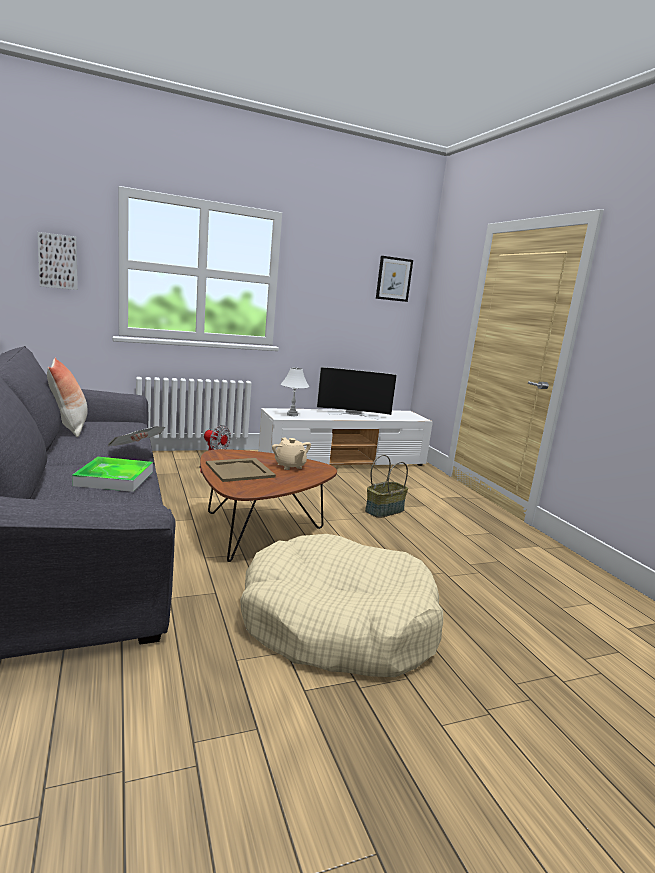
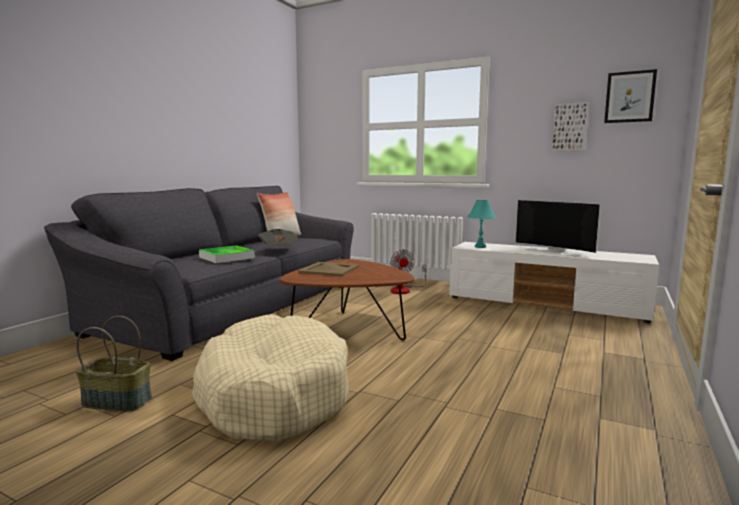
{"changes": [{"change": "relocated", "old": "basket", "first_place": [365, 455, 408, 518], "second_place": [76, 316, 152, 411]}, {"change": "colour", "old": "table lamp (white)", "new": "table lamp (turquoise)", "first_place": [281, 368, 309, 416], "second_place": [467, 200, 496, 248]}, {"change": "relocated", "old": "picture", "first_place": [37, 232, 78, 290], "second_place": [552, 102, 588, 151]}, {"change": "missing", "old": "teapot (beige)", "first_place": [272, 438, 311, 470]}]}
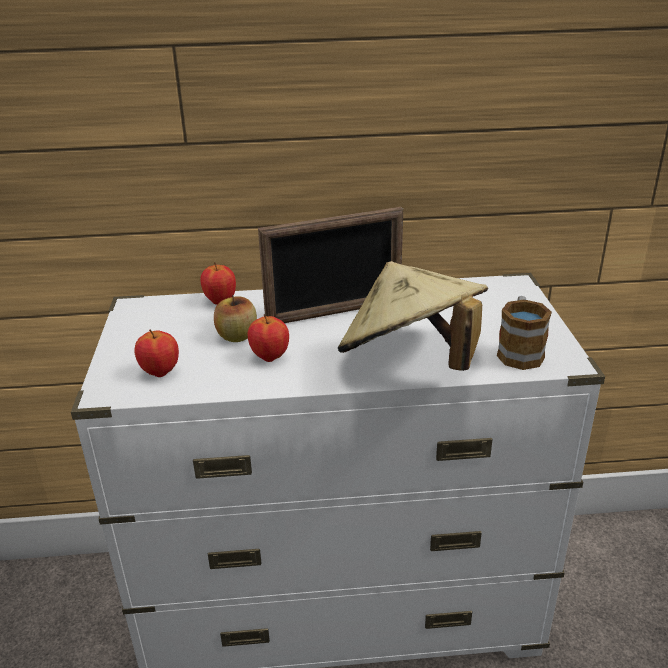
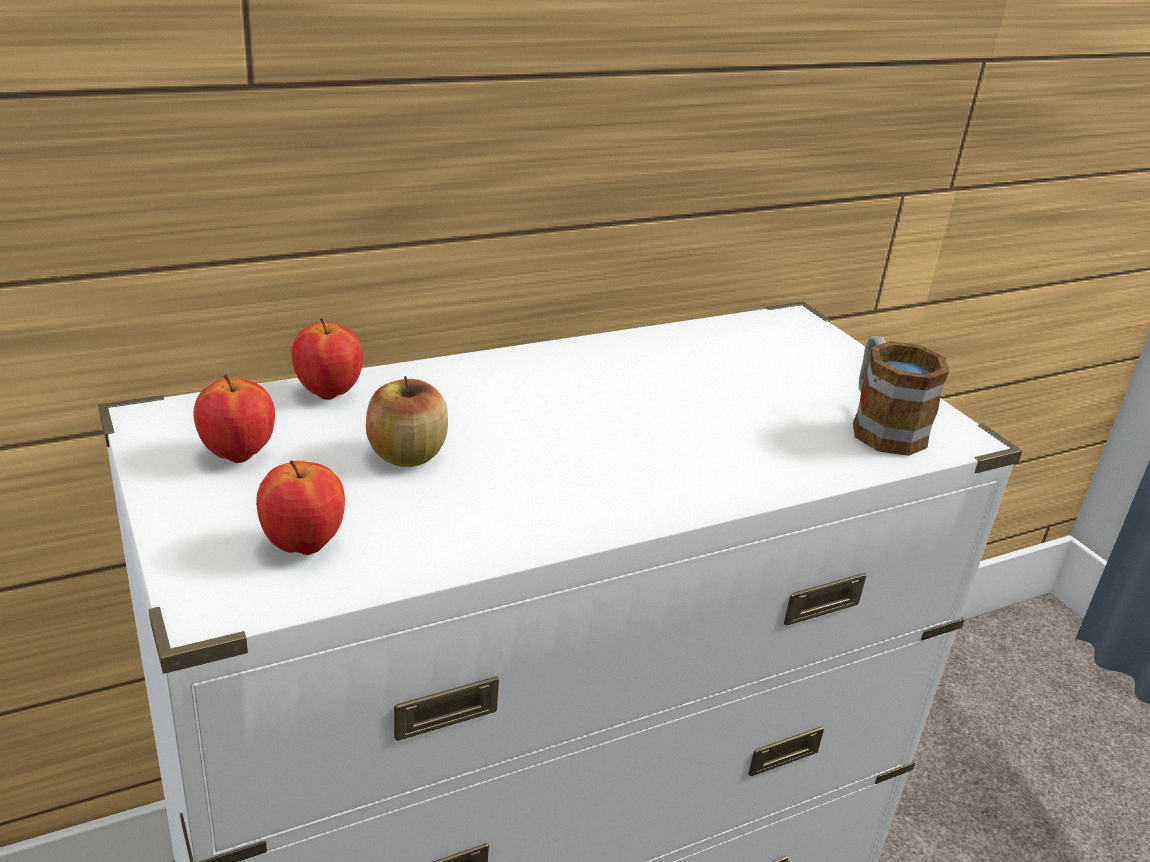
{"changes": [{"change": "relocated", "old": "apple", "first_place": [247, 314, 289, 362], "second_place": [194, 374, 275, 463]}, {"change": "missing", "old": "picture frame", "first_place": [258, 207, 403, 323]}, {"change": "missing", "old": "hat (beige)", "first_place": [338, 261, 488, 371]}]}
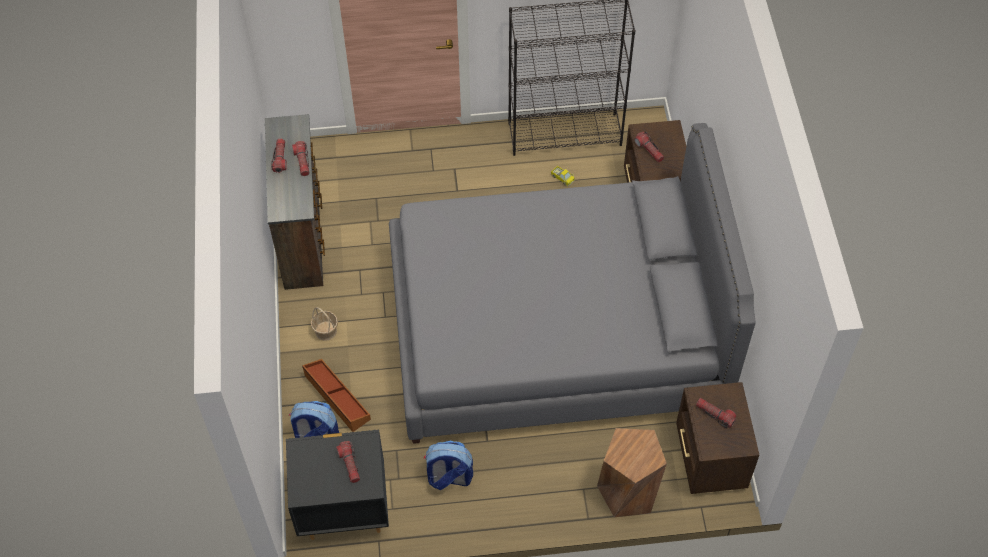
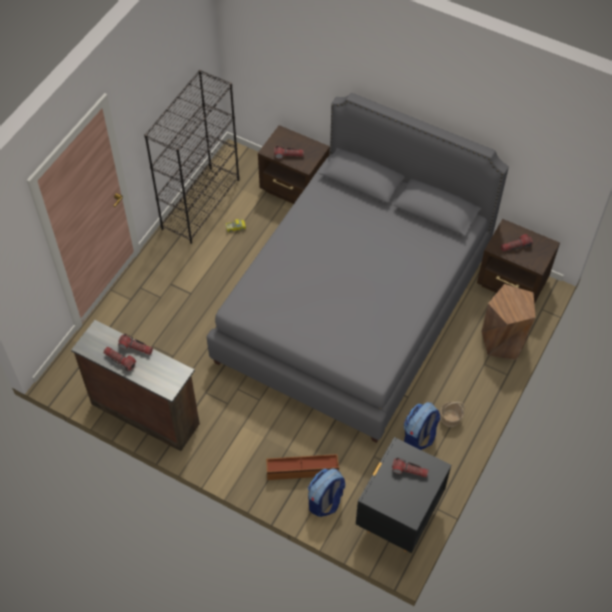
{"changes": [{"change": "relocated", "old": "basket", "first_place": [311, 307, 338, 341], "second_place": [440, 402, 464, 427]}]}
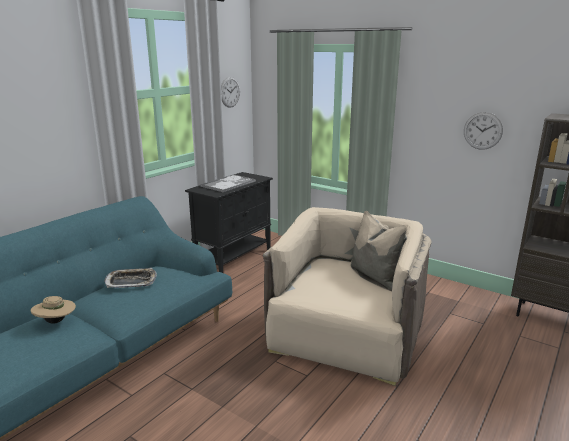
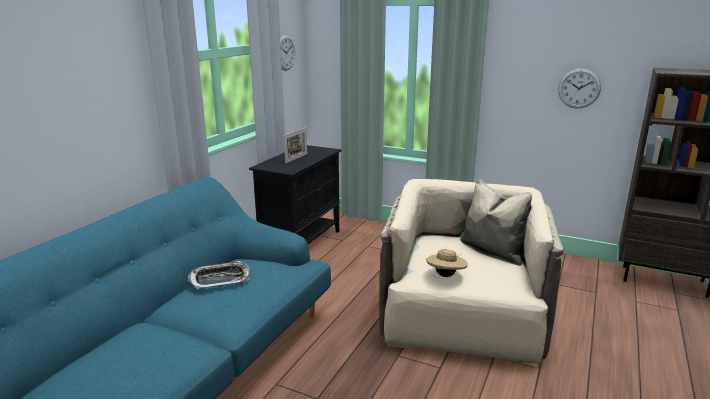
{"changes": [{"change": "exchanged", "old": "tray", "new": "picture frame", "first_place": [200, 174, 256, 192], "second_place": [284, 127, 307, 164]}, {"change": "relocated", "old": "hat (beige)", "first_place": [31, 296, 76, 324], "second_place": [426, 249, 468, 277]}]}
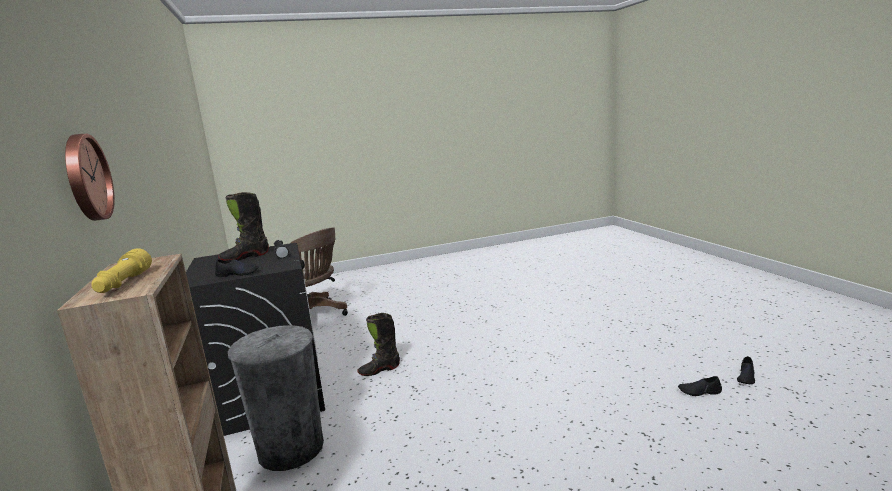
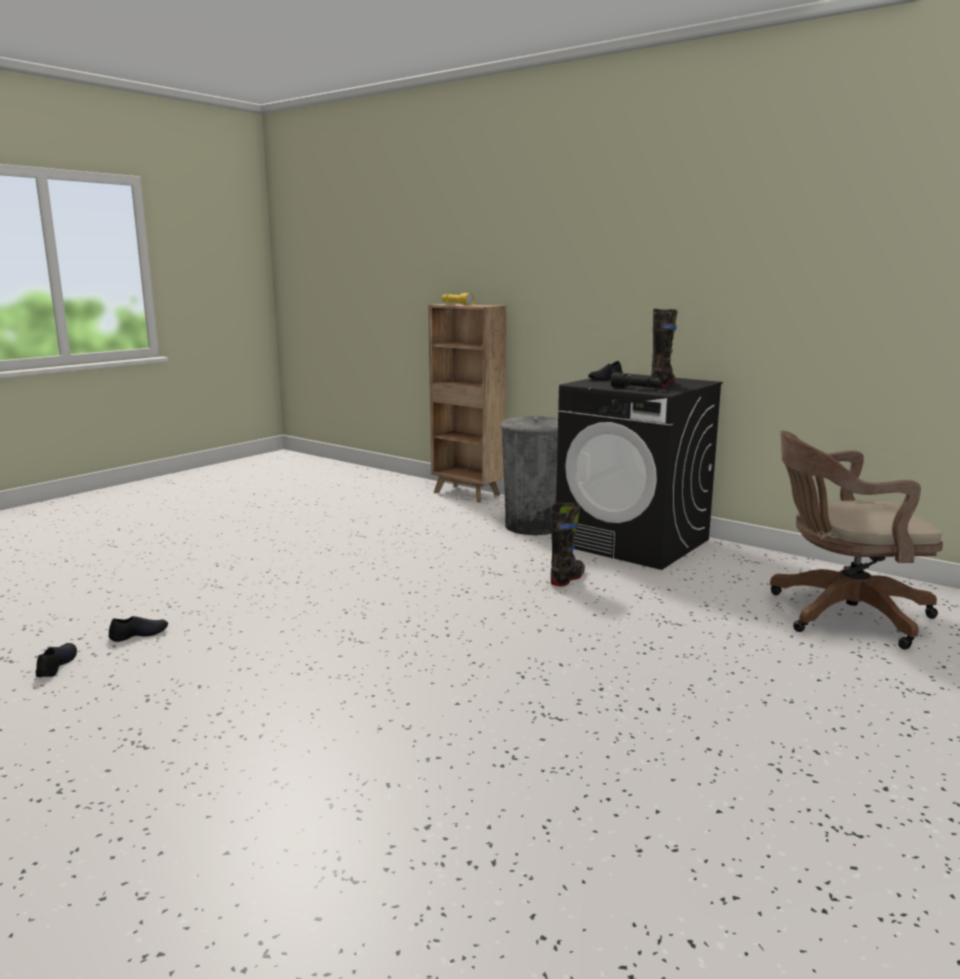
{"changes": [{"change": "missing", "old": "wall clock", "first_place": [65, 134, 115, 221]}]}
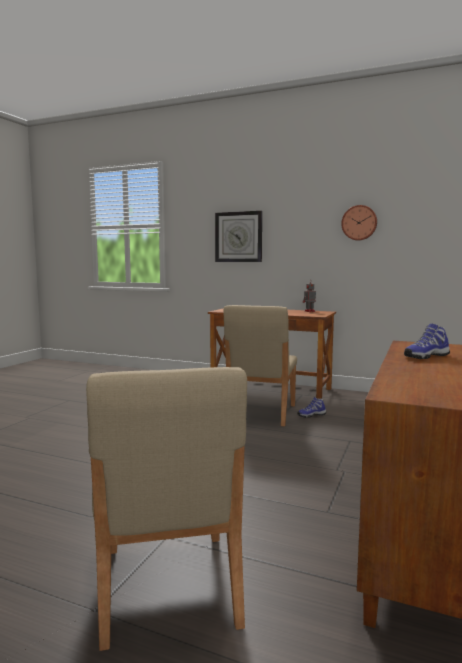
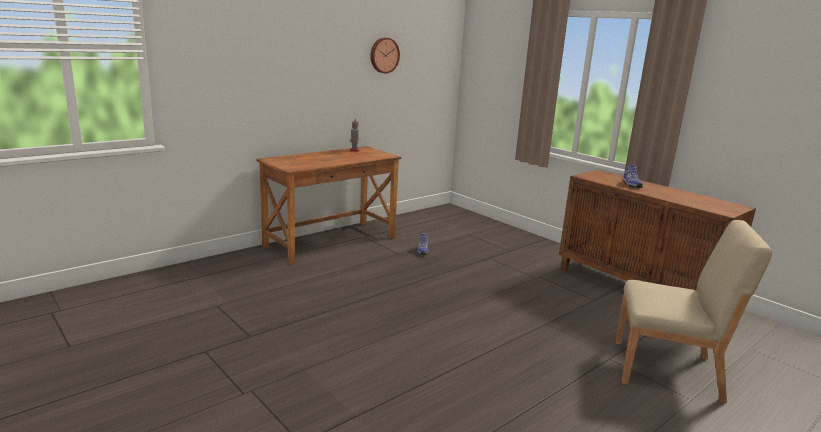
{"changes": [{"change": "missing", "old": "wall clock", "first_place": [215, 211, 262, 262]}, {"change": "missing", "old": "chair (beige)", "first_place": [223, 305, 297, 426]}]}
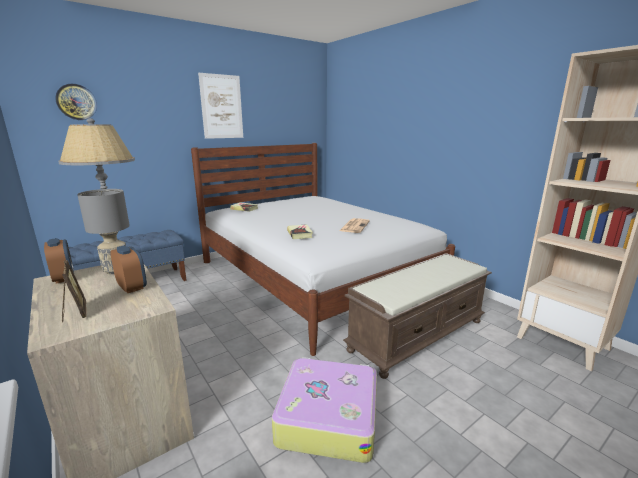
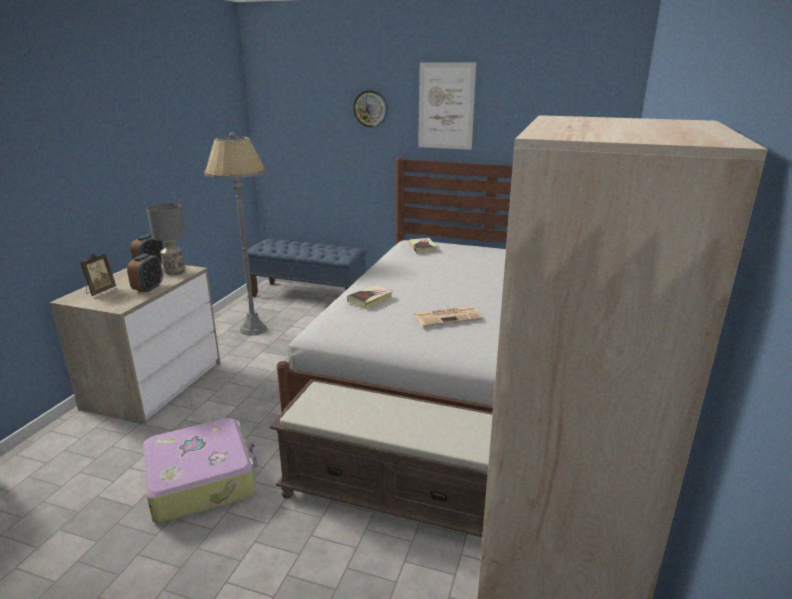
{"changes": [{"change": "relocated", "old": "wall clock", "first_place": [55, 84, 97, 120], "second_place": [353, 90, 388, 128]}]}
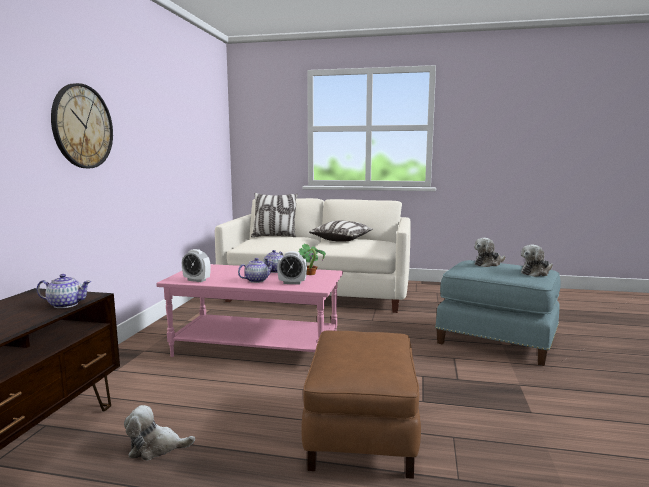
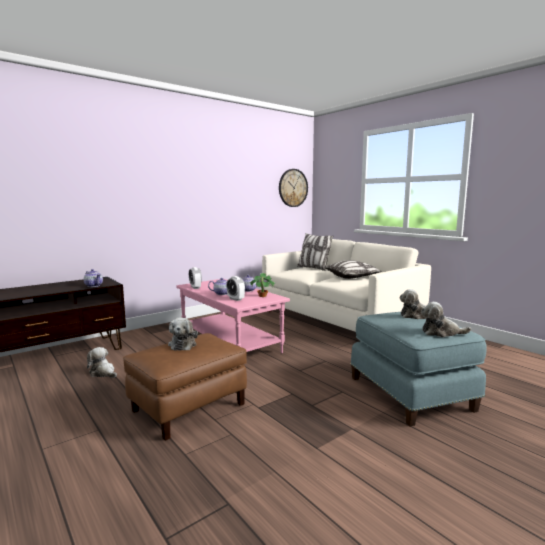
{"changes": [{"change": "appeared", "new": "plush toy", "second_place": [168, 317, 198, 351]}, {"change": "relocated", "old": "wall clock", "first_place": [51, 83, 113, 168], "second_place": [279, 169, 308, 207]}]}
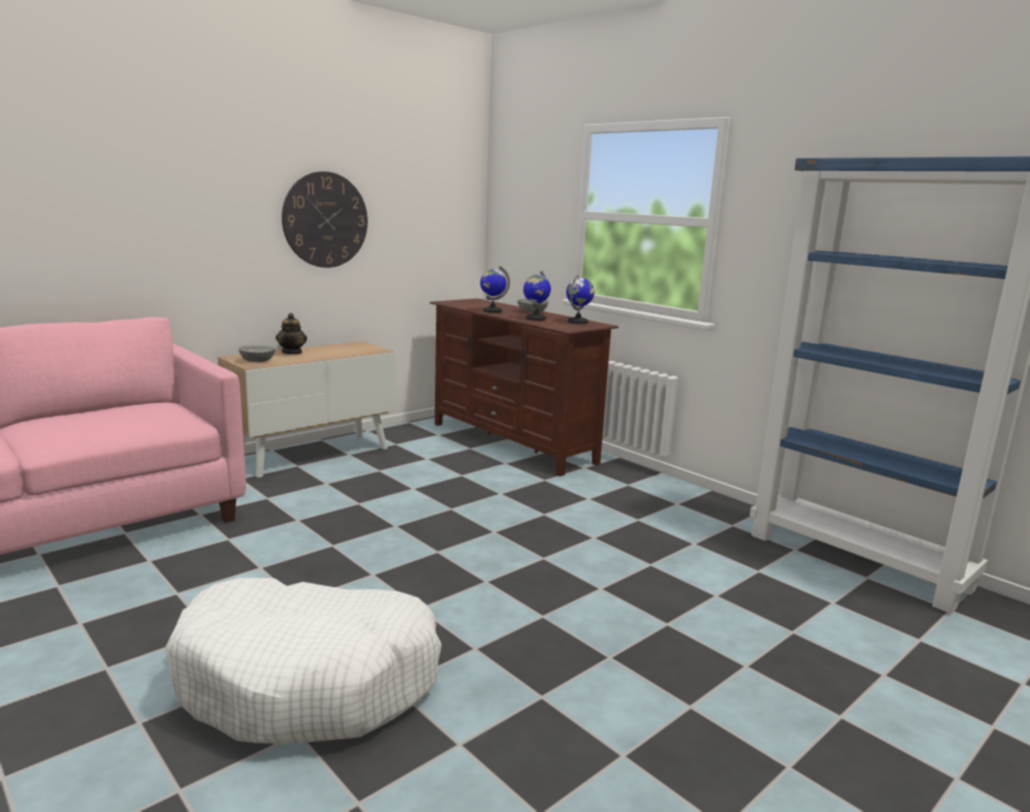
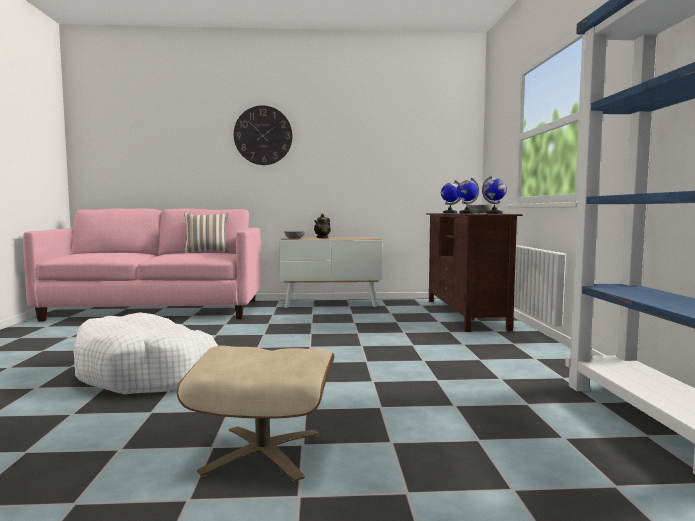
{"changes": [{"change": "appeared", "new": "ottoman (beige)", "second_place": [177, 346, 334, 482]}, {"change": "appeared", "new": "pillow", "second_place": [184, 213, 229, 253]}, {"change": "relocated", "old": "wall clock", "first_place": [282, 171, 368, 268], "second_place": [234, 105, 293, 165]}]}
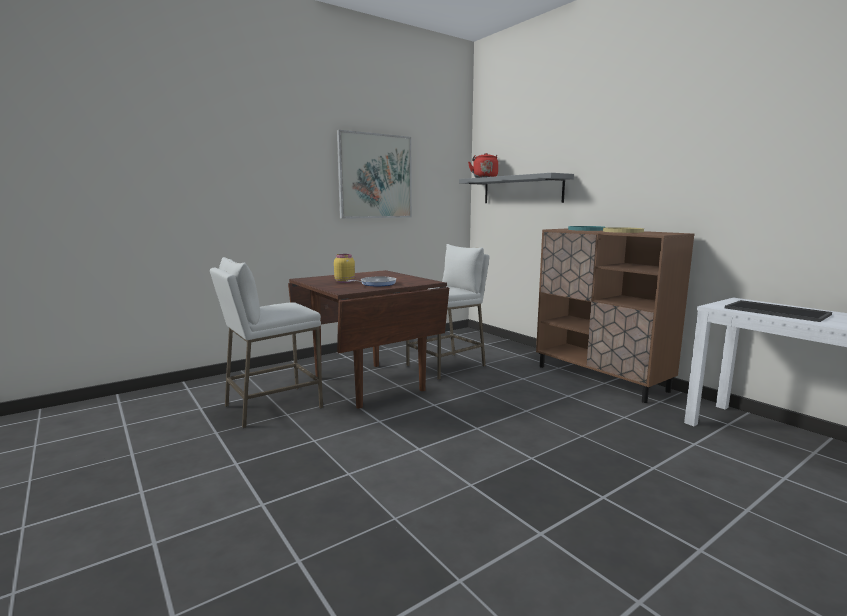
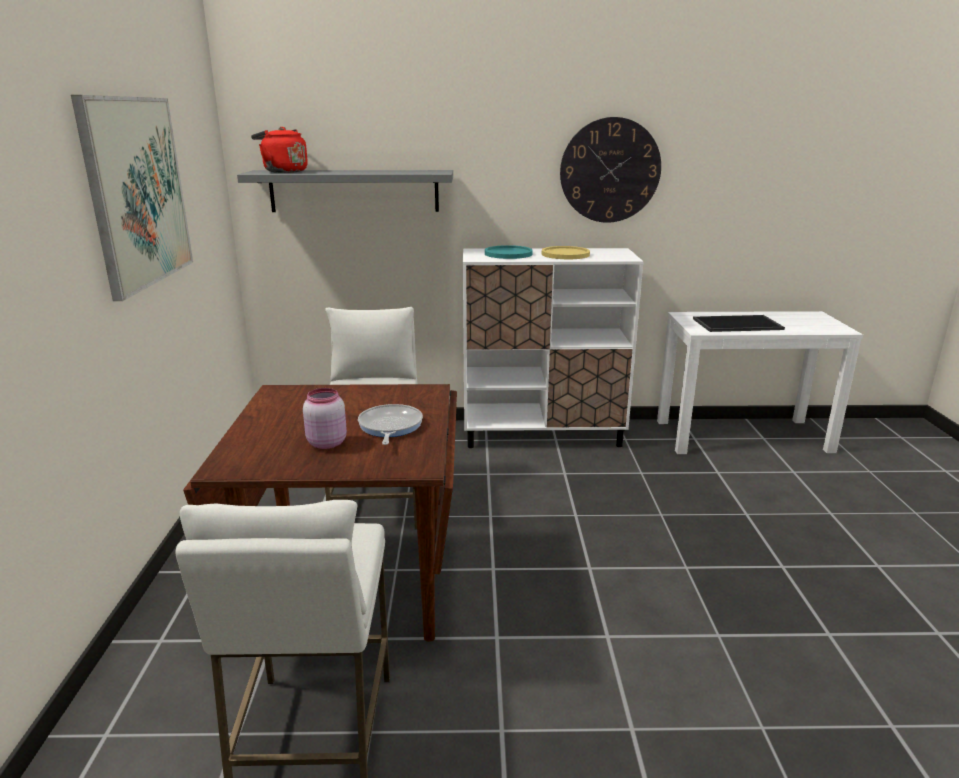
{"changes": [{"change": "colour", "old": "jar (yellow)", "new": "jar (pink)", "first_place": [334, 254, 355, 283], "second_place": [303, 388, 347, 449]}, {"change": "colour", "old": "cabinet (brown)", "new": "cabinet (white)", "first_place": [536, 228, 694, 403], "second_place": [463, 248, 644, 448]}, {"change": "appeared", "new": "wall clock", "second_place": [560, 117, 661, 223]}]}
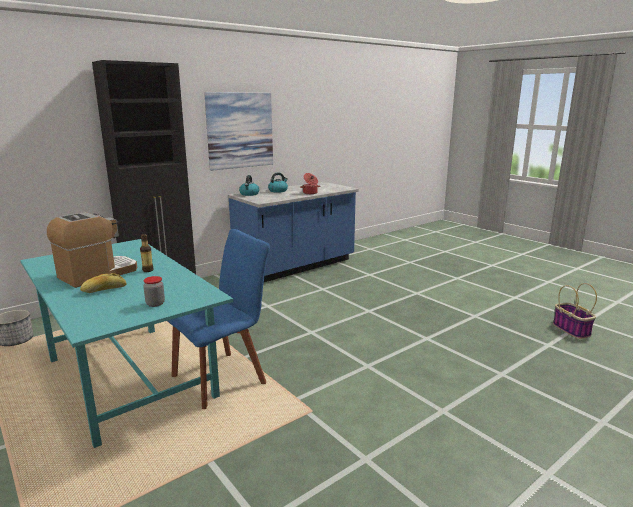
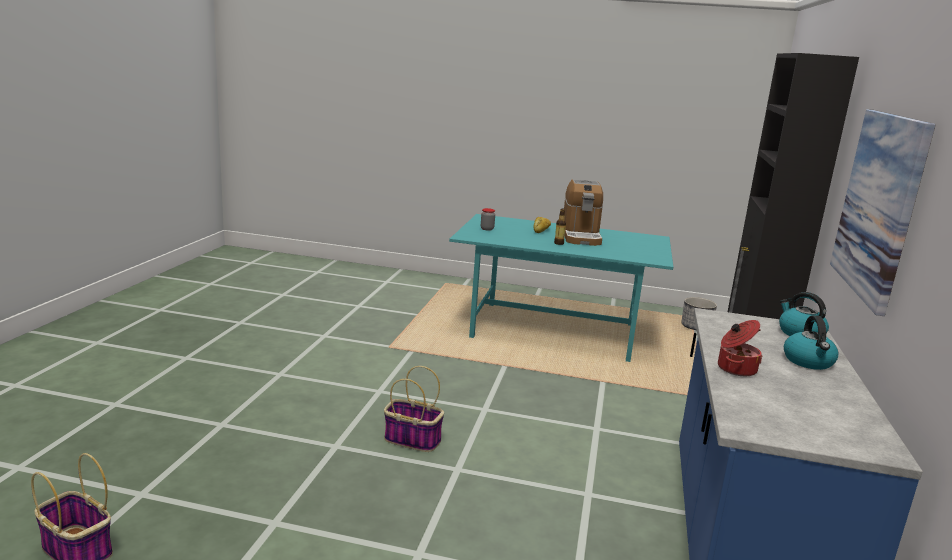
{"changes": [{"change": "appeared", "new": "basket", "second_place": [384, 366, 444, 452]}, {"change": "missing", "old": "chair (blue)", "first_place": [168, 229, 270, 409]}]}
